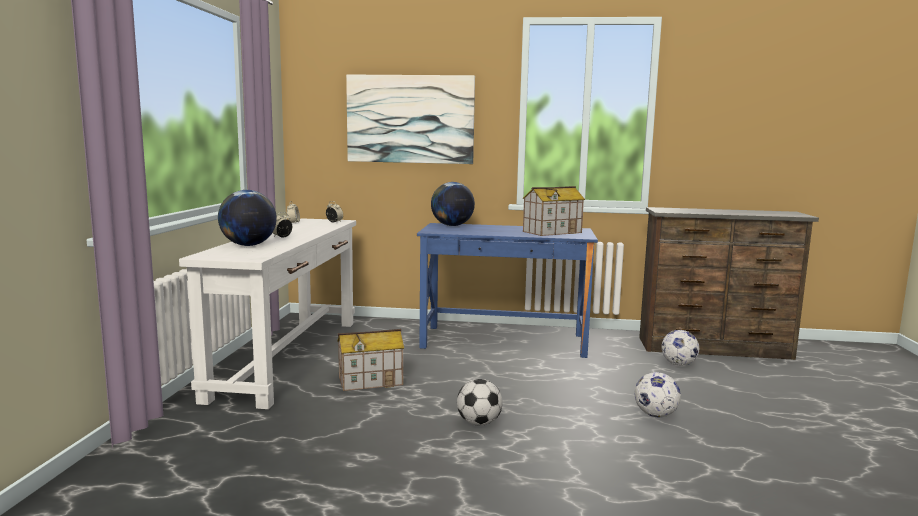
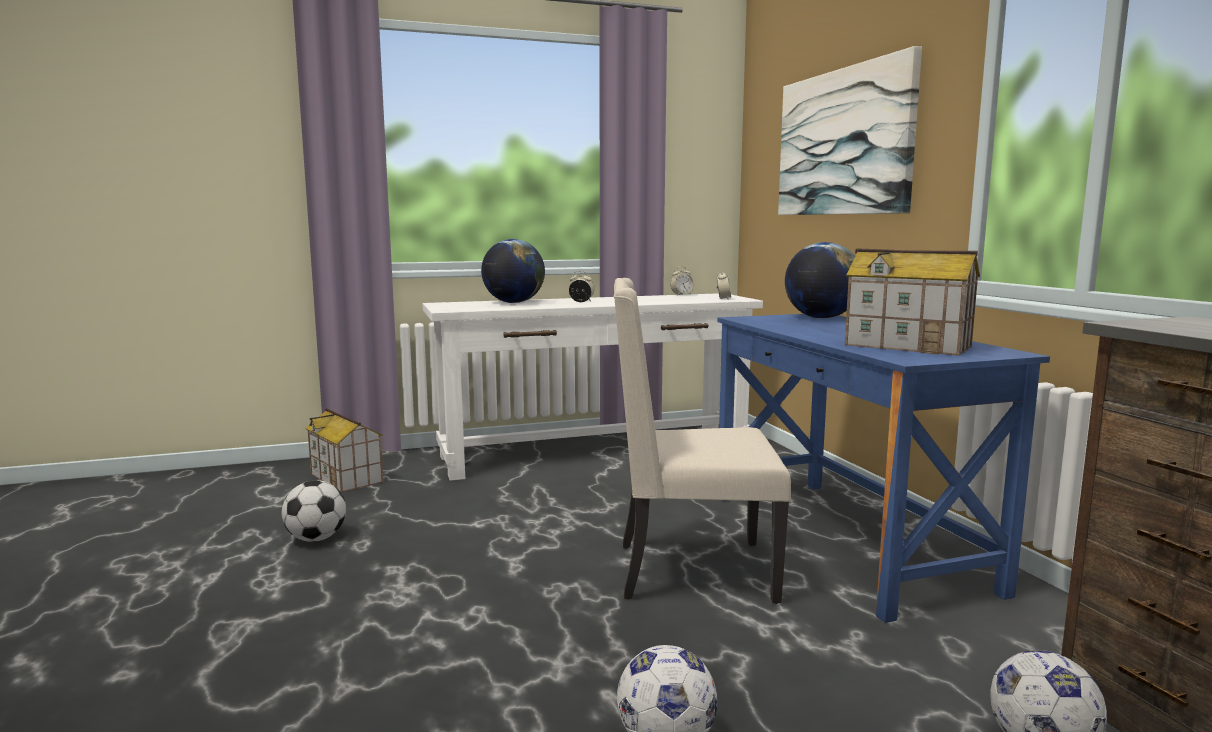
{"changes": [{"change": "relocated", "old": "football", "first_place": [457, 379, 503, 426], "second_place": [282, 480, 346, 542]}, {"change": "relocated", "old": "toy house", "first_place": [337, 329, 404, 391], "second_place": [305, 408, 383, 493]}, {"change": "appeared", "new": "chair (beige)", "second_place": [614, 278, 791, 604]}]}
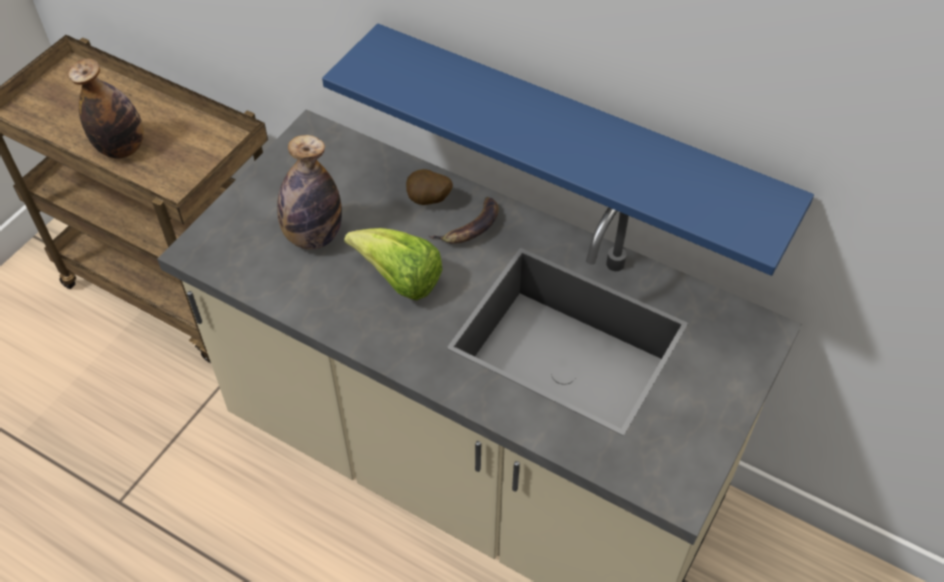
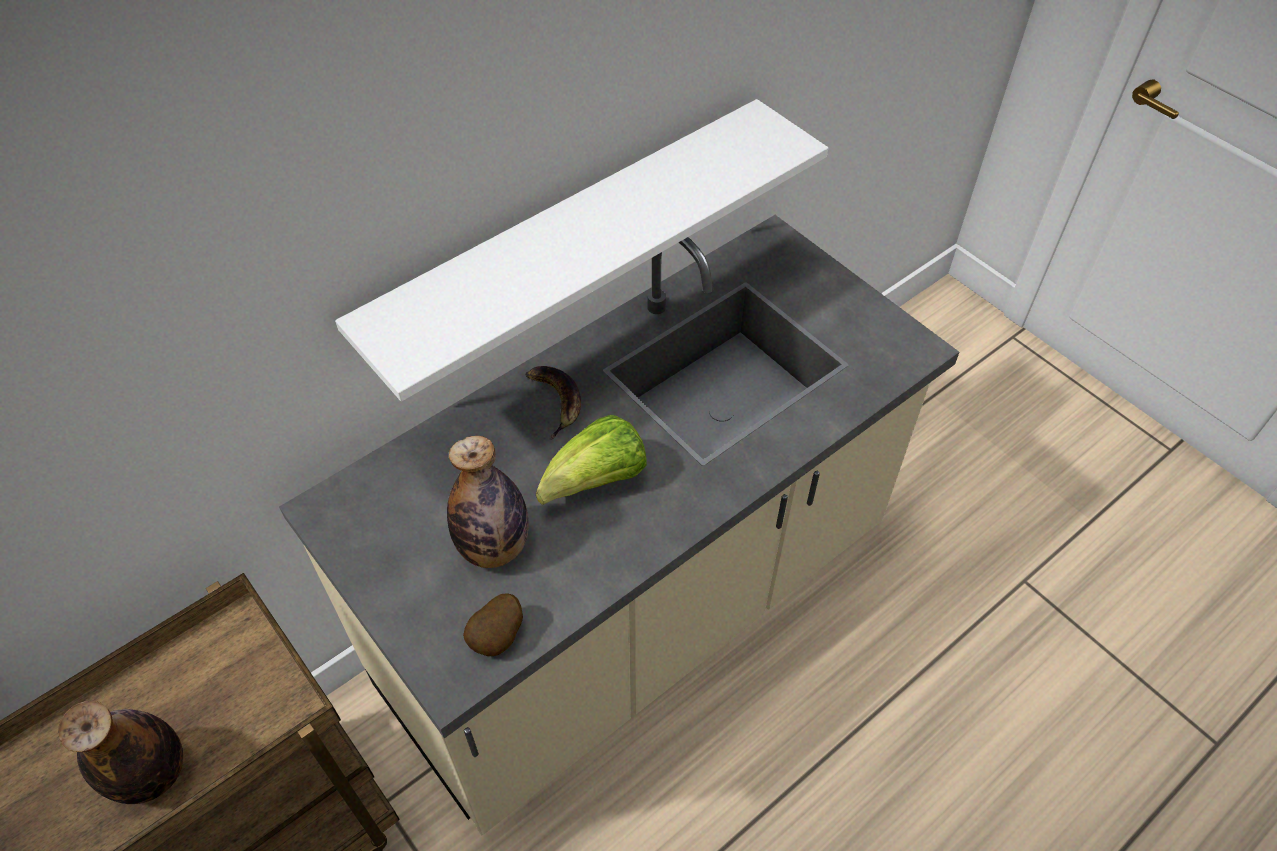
{"changes": [{"change": "colour", "old": "shelf (blue)", "new": "shelf (white)", "first_place": [322, 23, 814, 276], "second_place": [335, 99, 828, 401]}, {"change": "relocated", "old": "potato", "first_place": [406, 169, 453, 205], "second_place": [463, 593, 523, 656]}]}
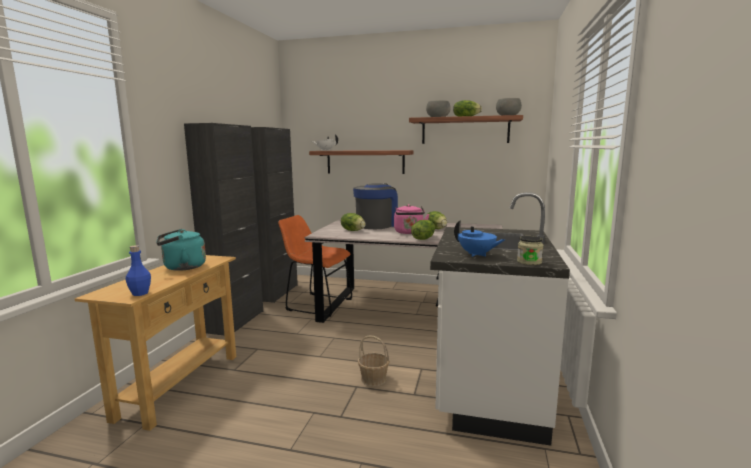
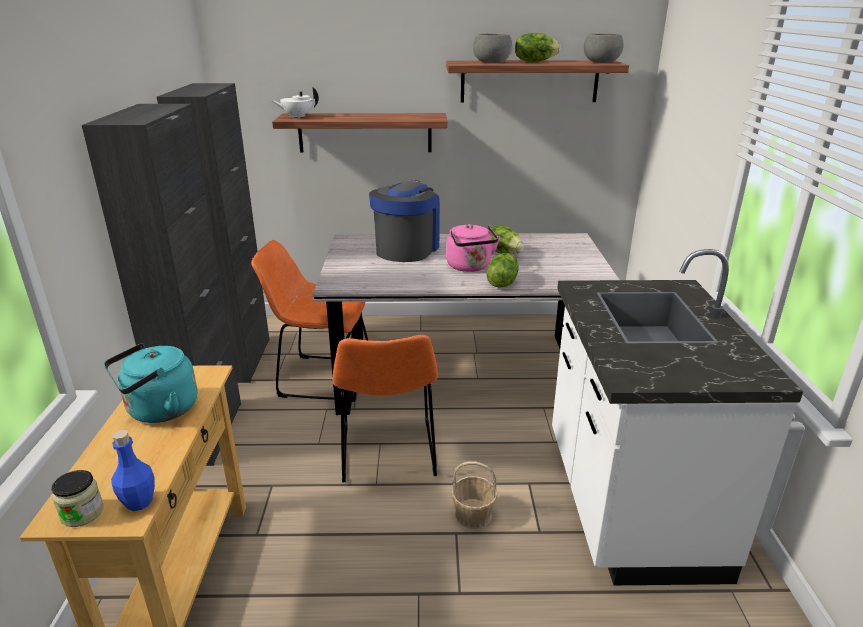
{"changes": [{"change": "relocated", "old": "jar", "first_place": [517, 236, 543, 265], "second_place": [51, 470, 104, 527]}, {"change": "appeared", "new": "chair (orange)", "second_place": [332, 335, 438, 483]}, {"change": "missing", "old": "lettuce", "first_place": [341, 213, 366, 231]}, {"change": "missing", "old": "teapot (blue)", "first_place": [454, 220, 505, 257]}]}
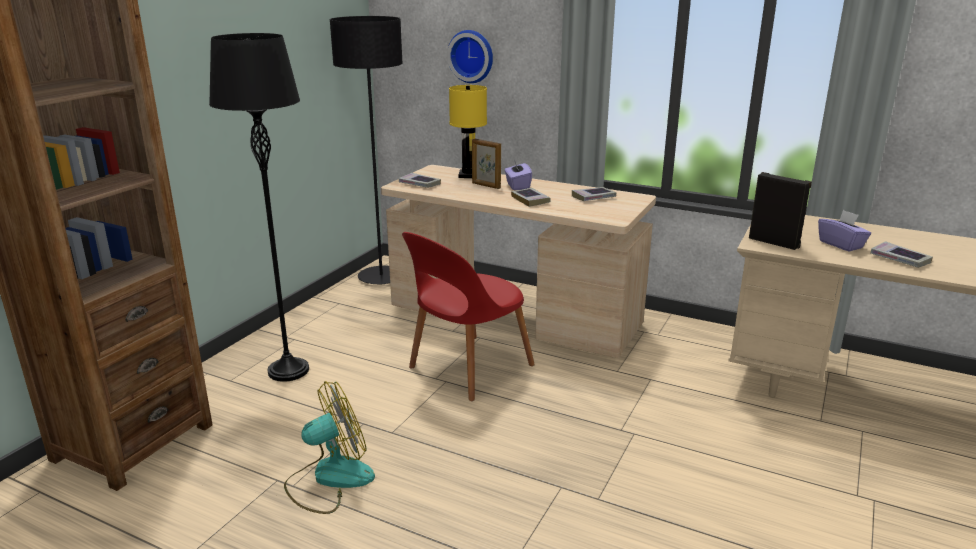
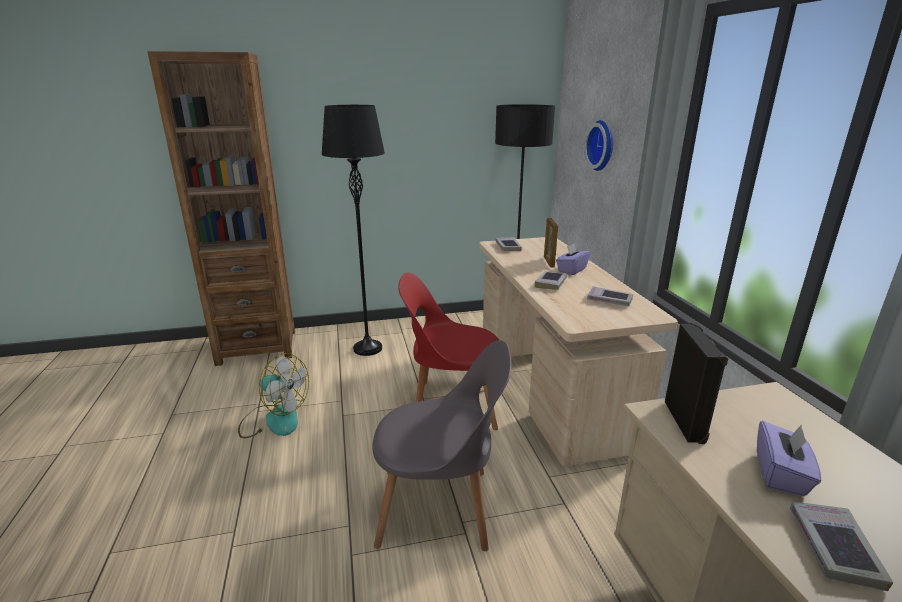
{"changes": [{"change": "appeared", "new": "chair (grey)", "second_place": [372, 340, 512, 551]}, {"change": "missing", "old": "table lamp (yellow)", "first_place": [449, 85, 487, 178]}]}
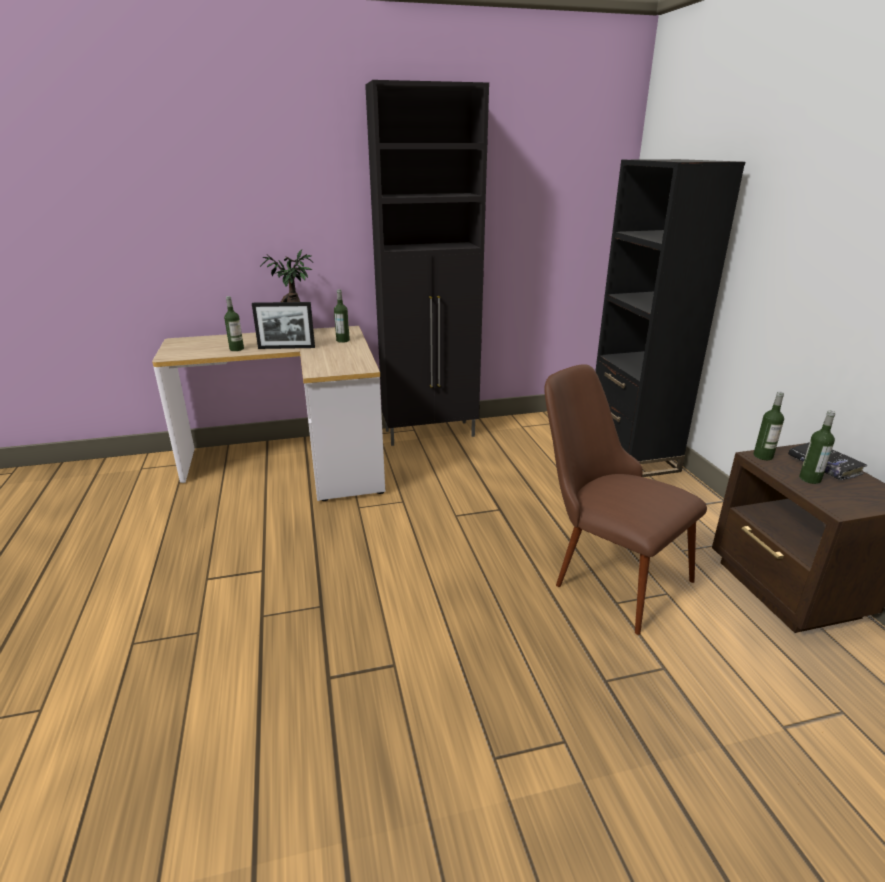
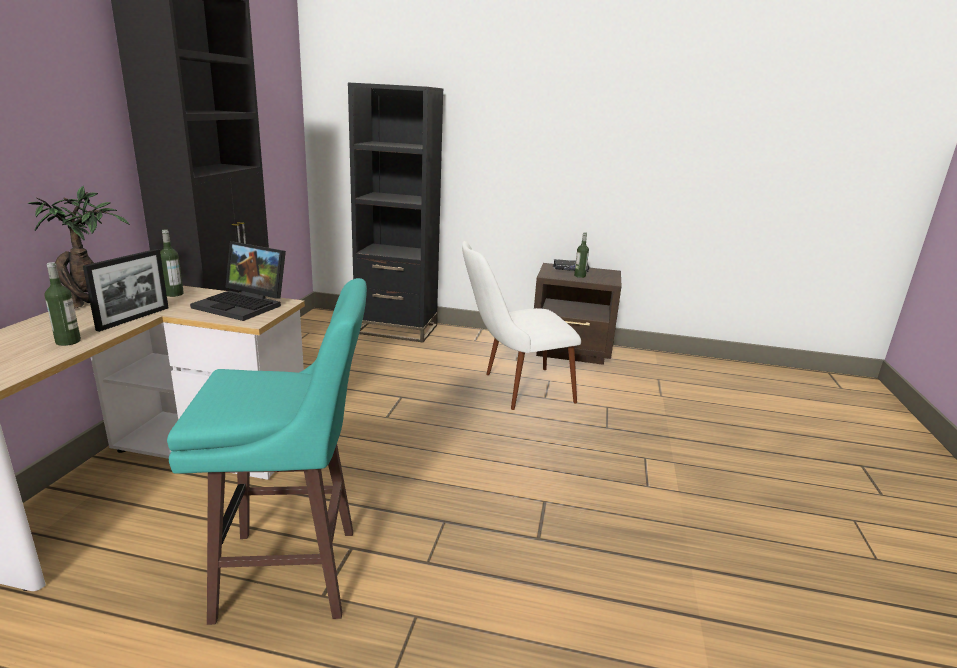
{"changes": [{"change": "appeared", "new": "stool (turquoise)", "second_place": [167, 278, 367, 625]}, {"change": "appeared", "new": "laptop", "second_place": [190, 241, 286, 321]}, {"change": "colour", "old": "chair (brown)", "new": "chair (white)", "first_place": [544, 364, 707, 635], "second_place": [462, 241, 581, 410]}, {"change": "missing", "old": "bottle", "first_place": [754, 391, 784, 460]}]}
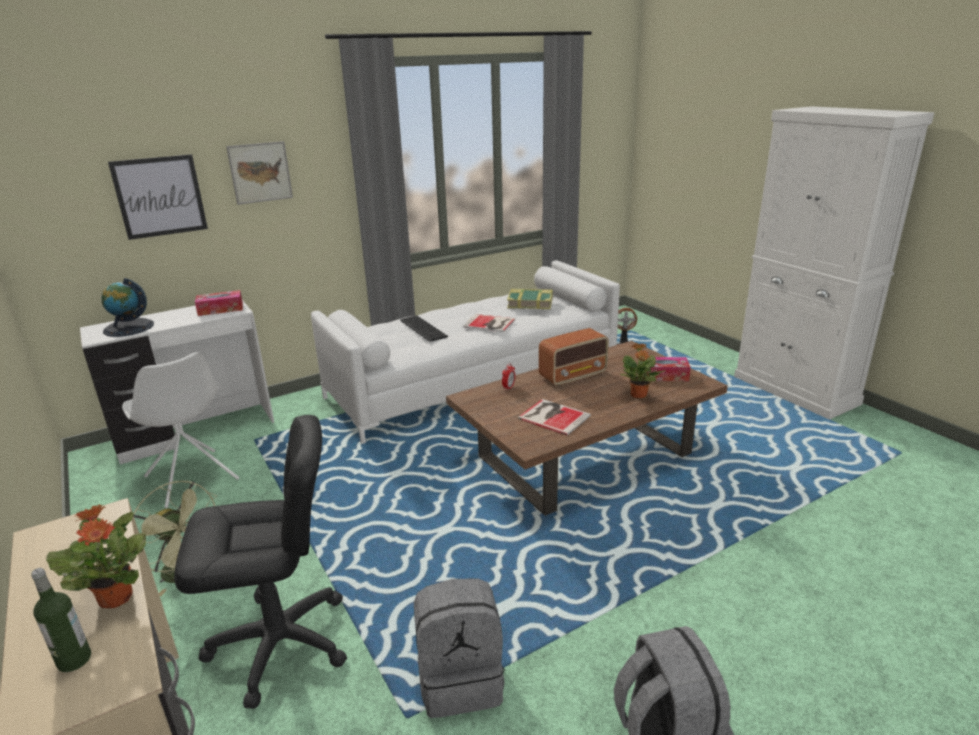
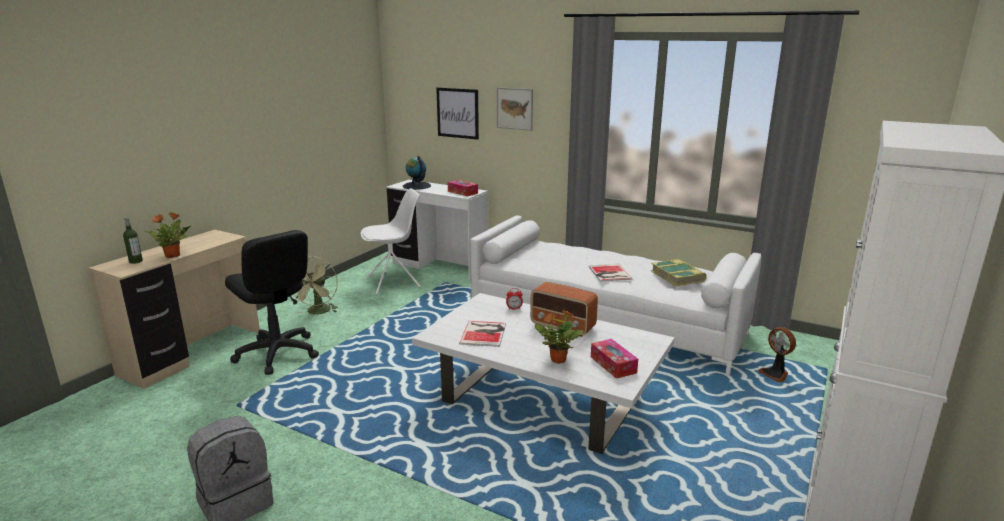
{"changes": [{"change": "spun", "old": "chair (white)", "first_place": [122, 352, 239, 508], "second_place": [361, 188, 421, 295], "degrees": -135}, {"change": "colour", "old": "coffee table (brown)", "new": "coffee table (white)", "first_place": [446, 341, 728, 516], "second_place": [412, 293, 675, 454]}, {"change": "missing", "old": "keyboard", "first_place": [400, 315, 448, 342]}, {"change": "missing", "old": "backpack (grey)", "first_place": [414, 578, 505, 718]}]}
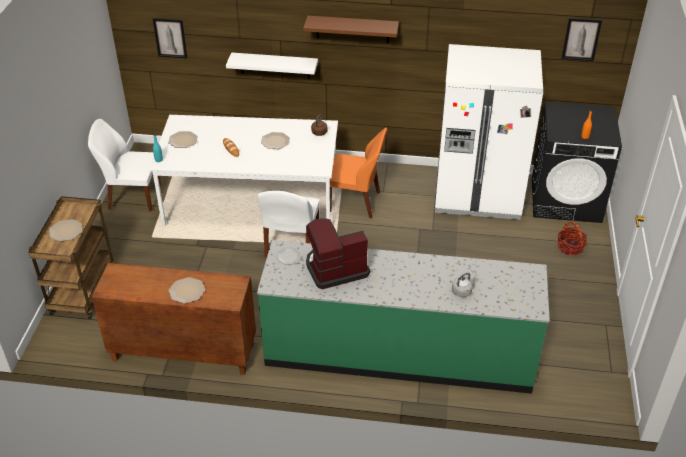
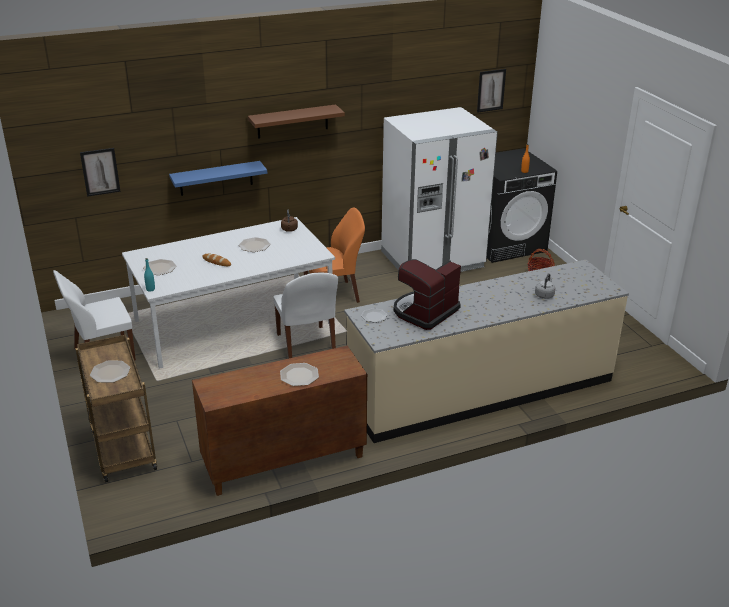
{"changes": [{"change": "colour", "old": "shelf (white)", "new": "shelf (blue)", "first_place": [226, 52, 318, 79], "second_place": [169, 161, 267, 196]}, {"change": "colour", "old": "counter (green)", "new": "counter (beige)", "first_place": [257, 240, 550, 394], "second_place": [344, 260, 629, 443]}]}
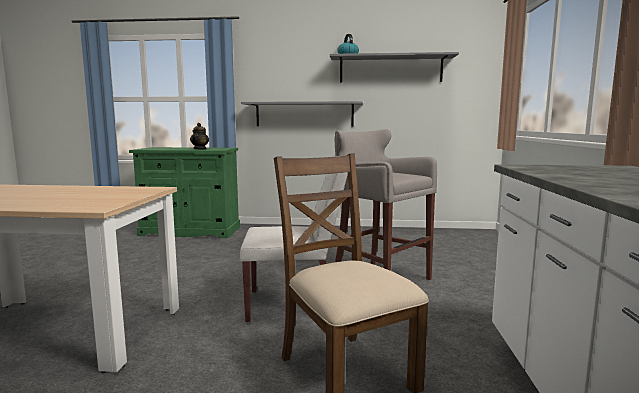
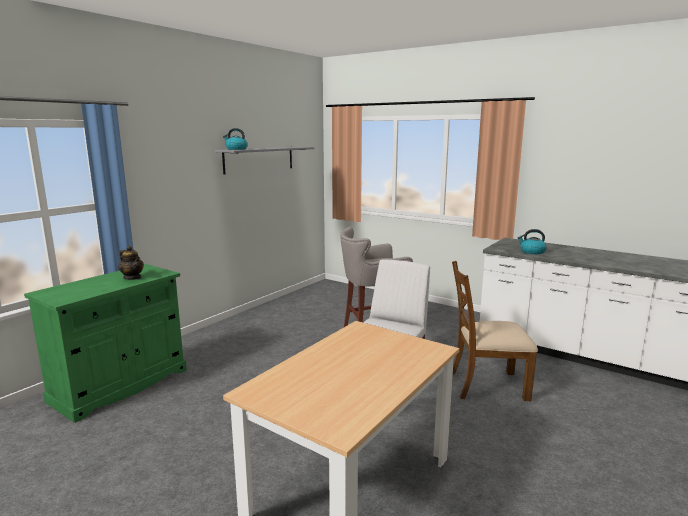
{"changes": [{"change": "appeared", "new": "kettle", "second_place": [518, 229, 547, 254]}, {"change": "missing", "old": "shelf (grey)", "first_place": [241, 101, 363, 126]}]}
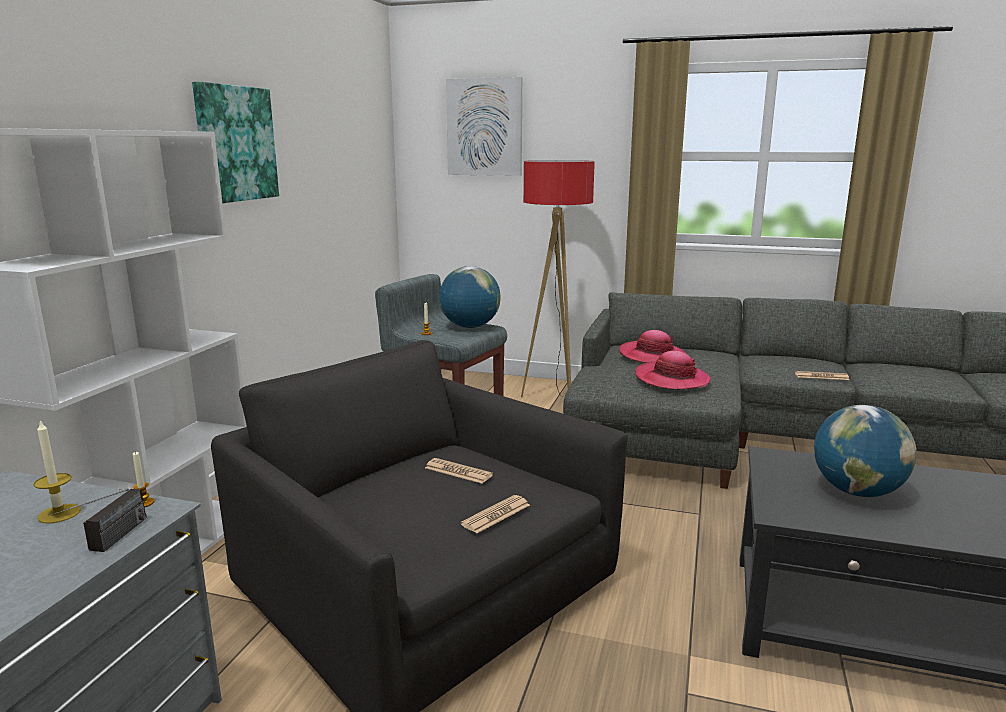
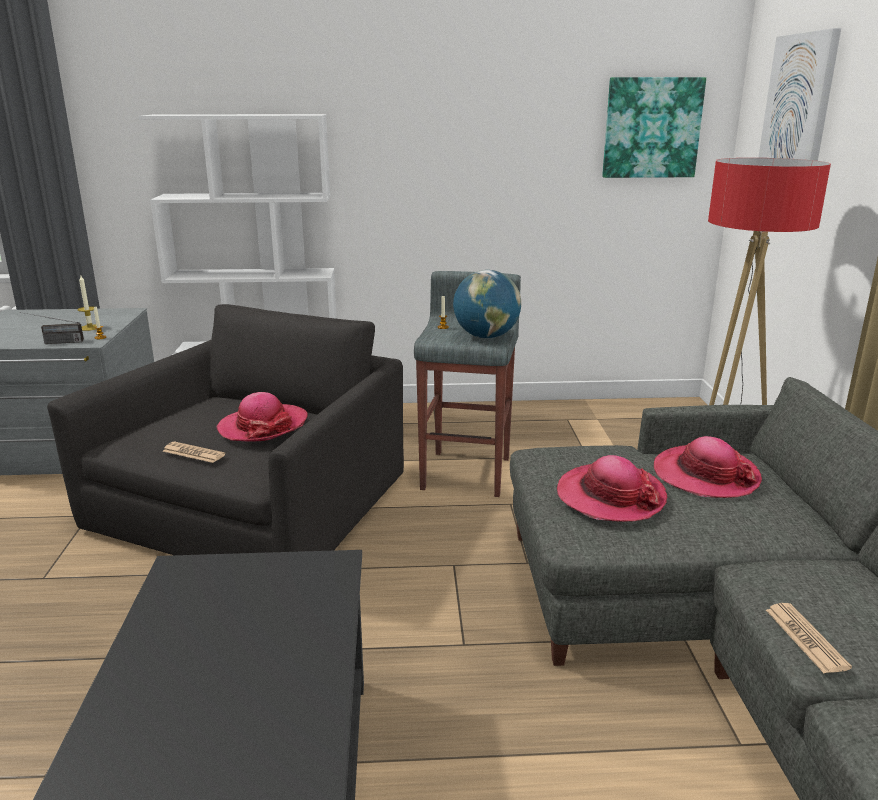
{"changes": [{"change": "exchanged", "old": "newspaper", "new": "hat", "first_place": [425, 458, 493, 484], "second_place": [216, 392, 308, 442]}, {"change": "relocated", "old": "picture", "first_place": [192, 82, 279, 203], "second_place": [602, 77, 706, 178]}, {"change": "missing", "old": "globe", "first_place": [814, 405, 917, 497]}]}
